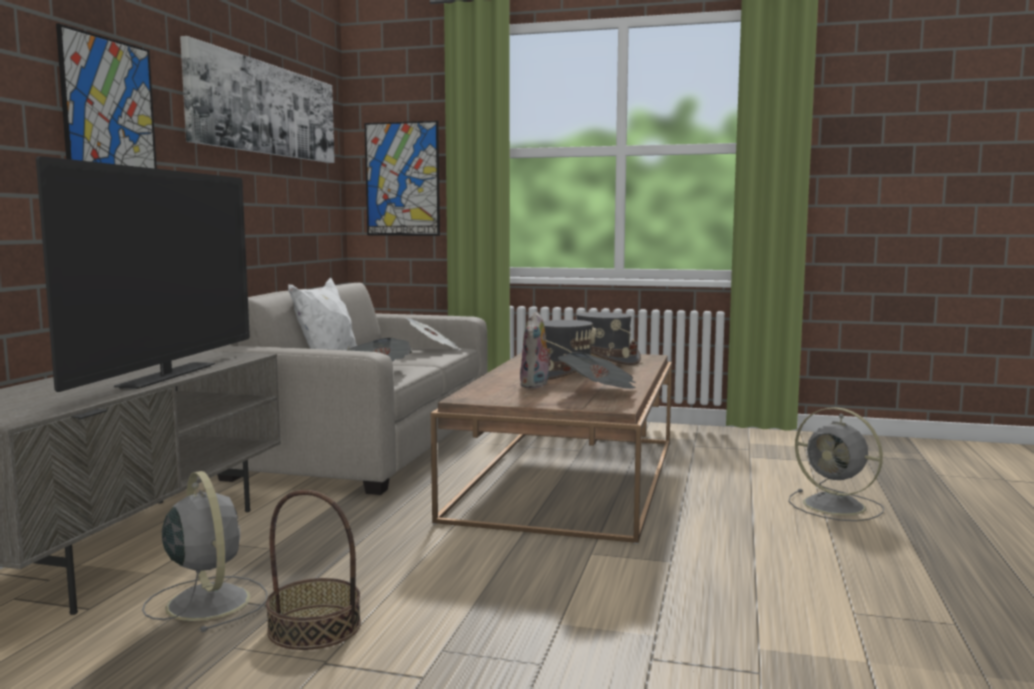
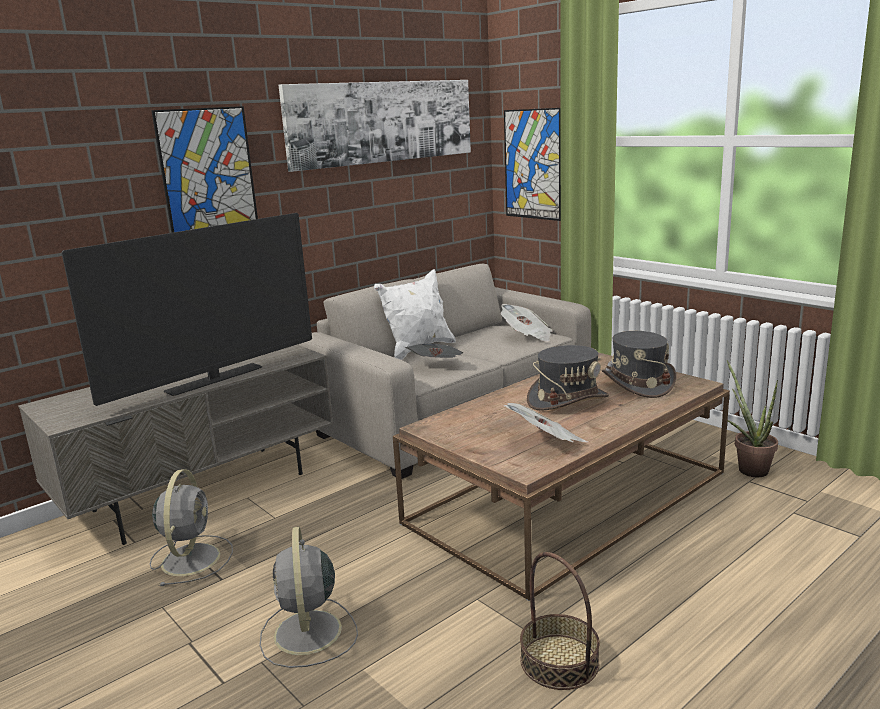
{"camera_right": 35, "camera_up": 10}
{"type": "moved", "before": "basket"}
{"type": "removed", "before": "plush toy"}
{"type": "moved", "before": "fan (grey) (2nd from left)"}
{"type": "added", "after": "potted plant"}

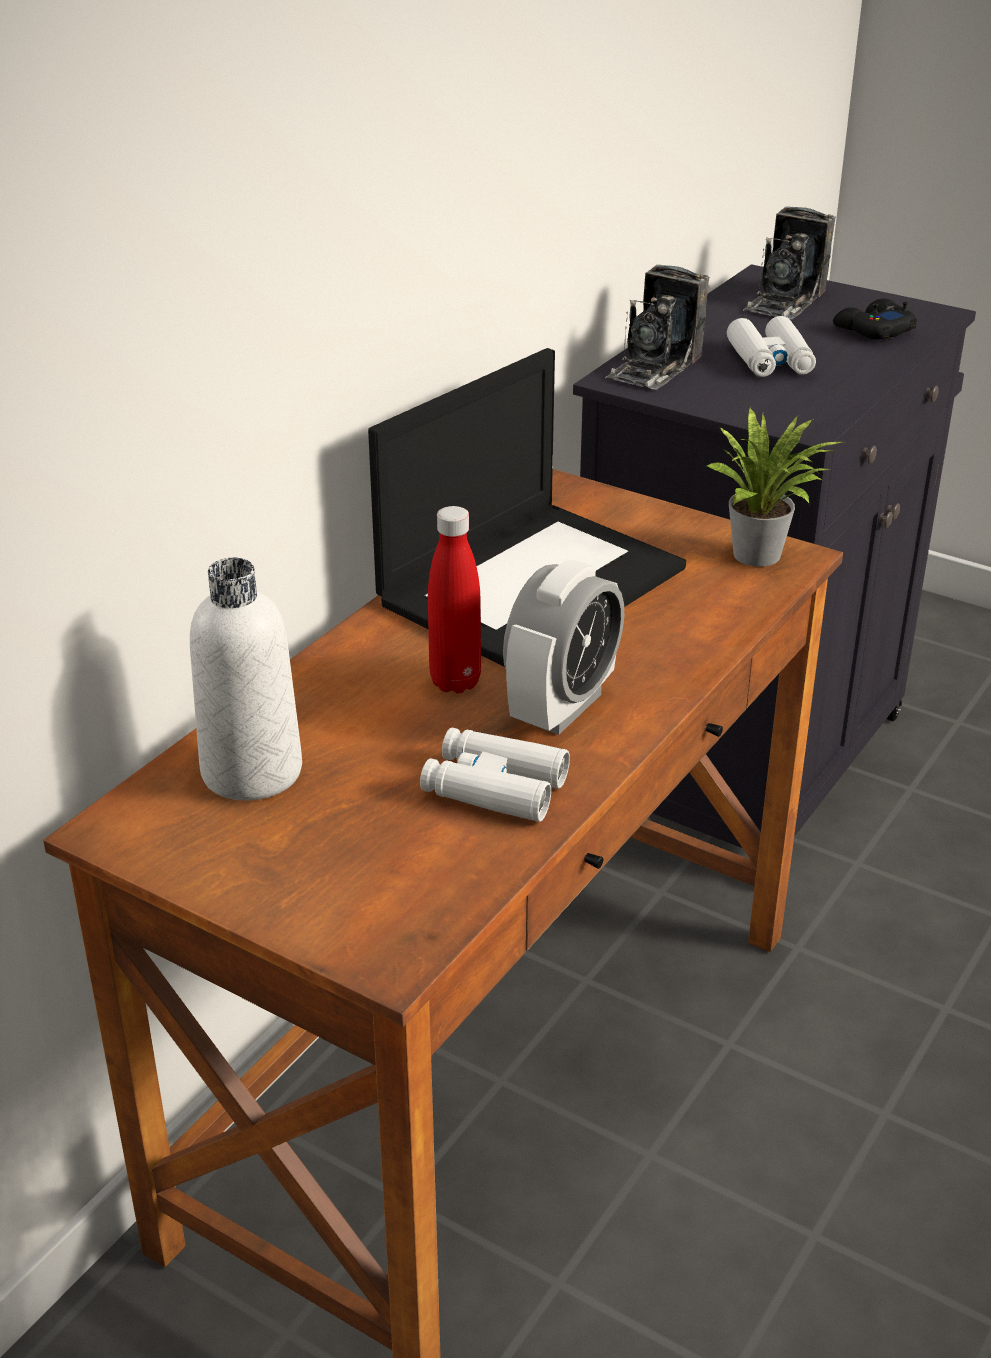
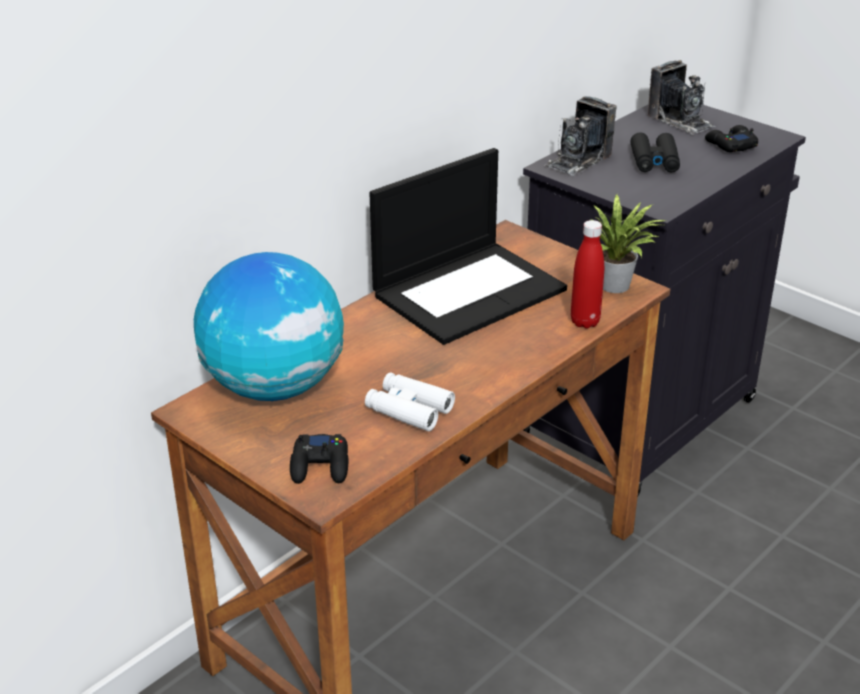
{"camera_right": 10, "camera_up": 0}
{"type": "replaced", "before": "bottle (white)", "after": "globe"}
{"type": "moved", "before": "bottle (red)"}
{"type": "removed", "before": "alarm clock"}
{"type": "recoloured", "before": "binoculars (white) (2nd from left)", "after": "binoculars (black)"}
{"type": "turned", "before": "photo camera (2nd from left)", "turn": -75}
{"type": "added", "after": "game controller (black) (1st from left)"}

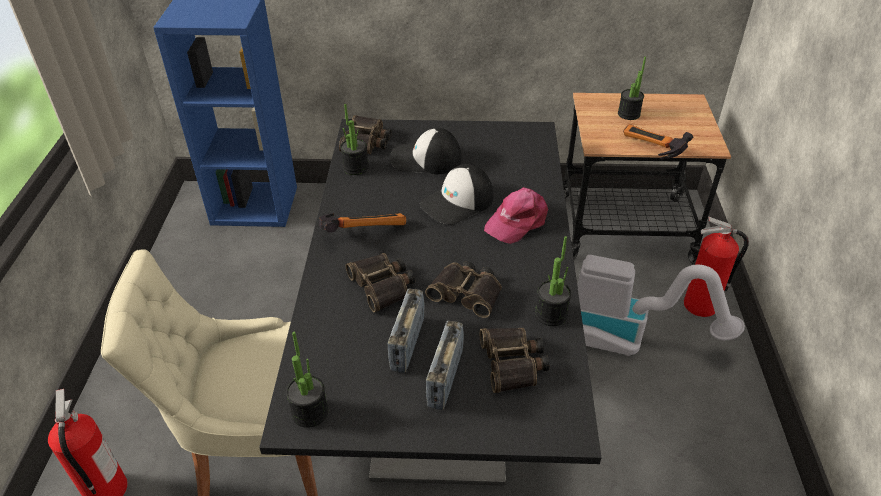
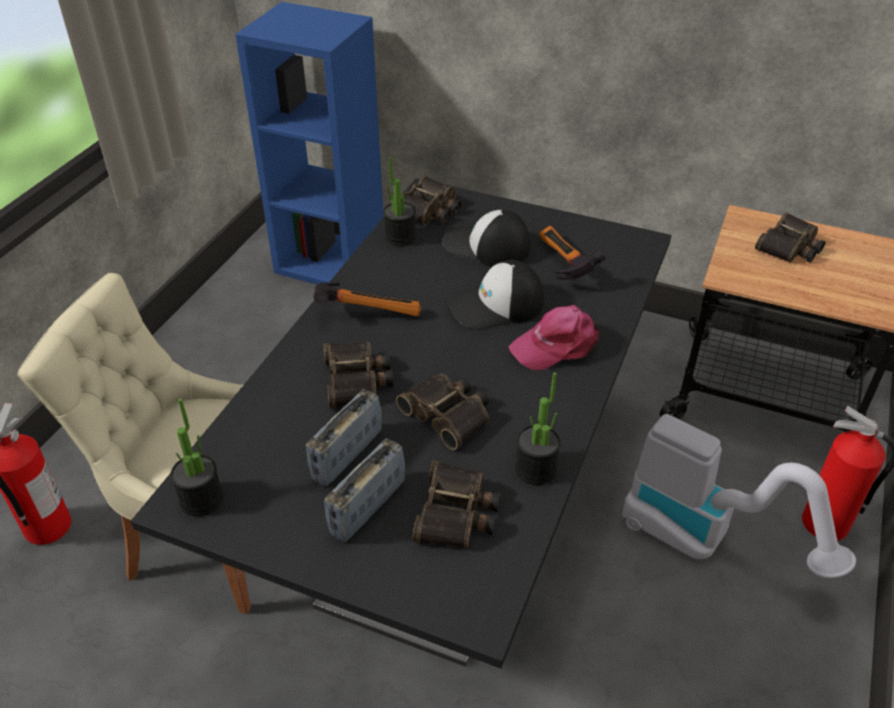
{"camera_right": 20, "camera_up": 0}
{"type": "replaced", "before": "potted plant (4th from left)", "after": "binoculars (5th from left)"}
{"type": "moved", "before": "hammer (2nd from left)"}

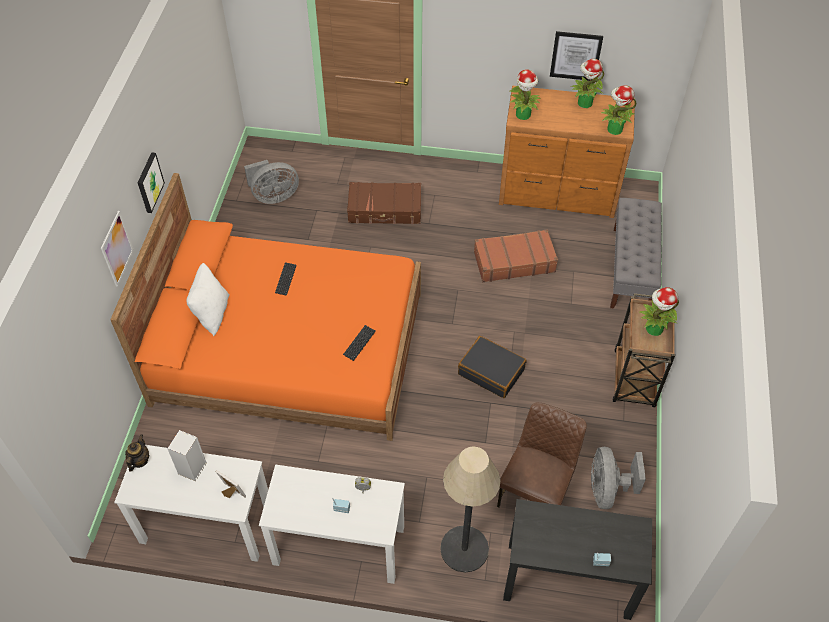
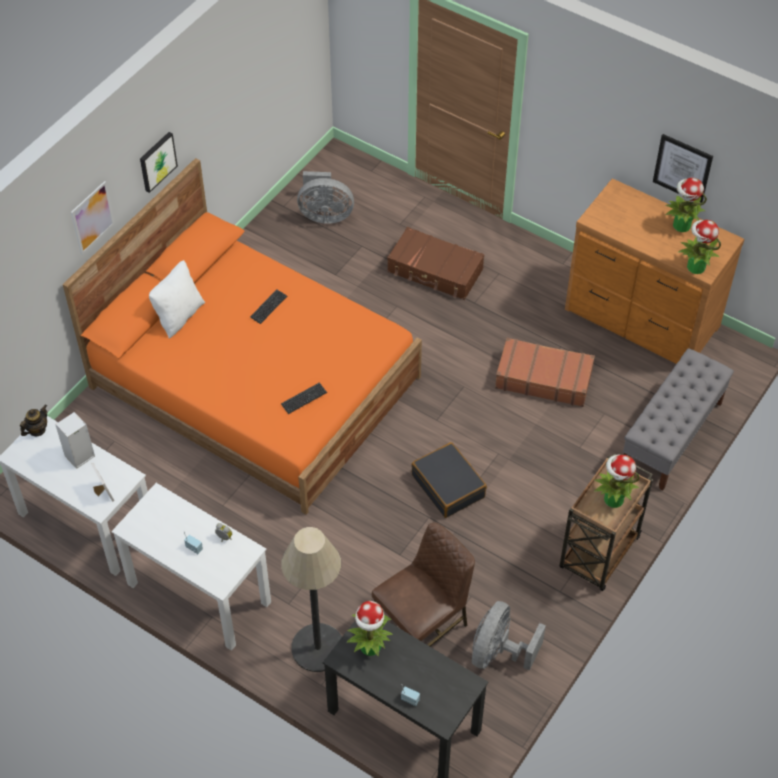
{"camera_right": 25, "camera_up": 0}
{"type": "moved", "before": "potted plant (1st from left)"}

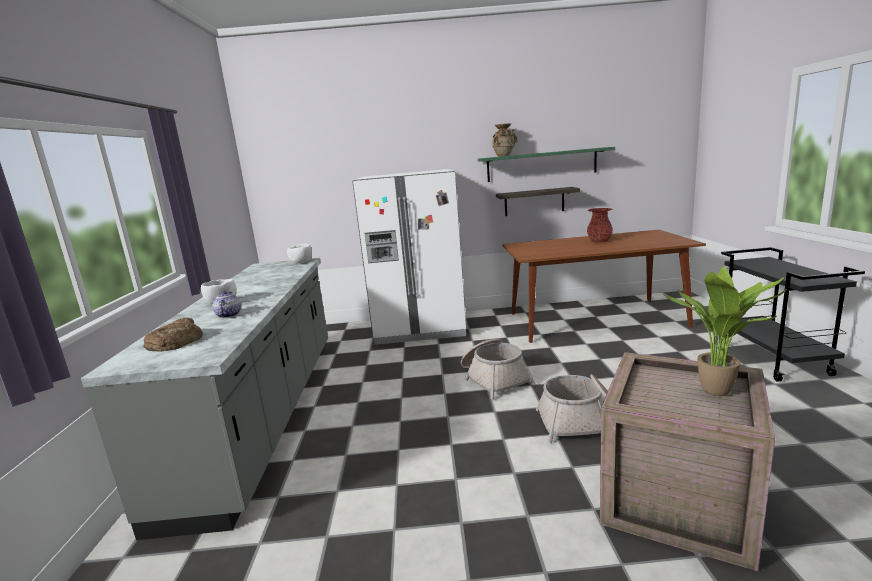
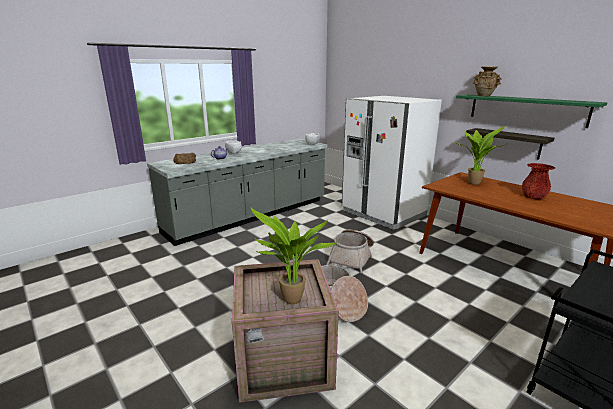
{"camera_right": 50, "camera_up": 5}
{"type": "added", "after": "potted plant (2nd from left)"}

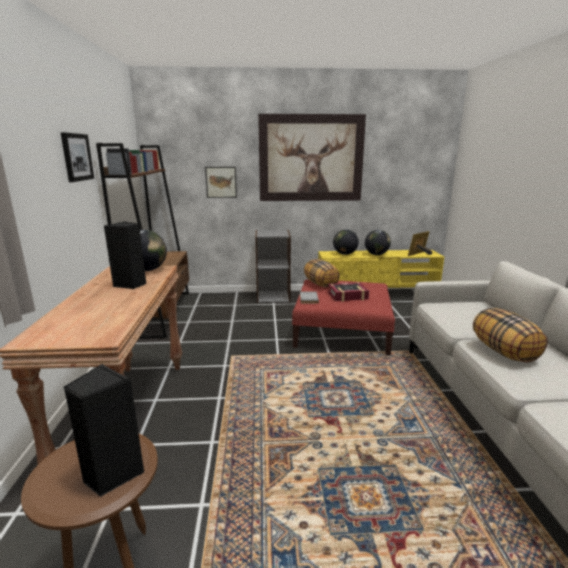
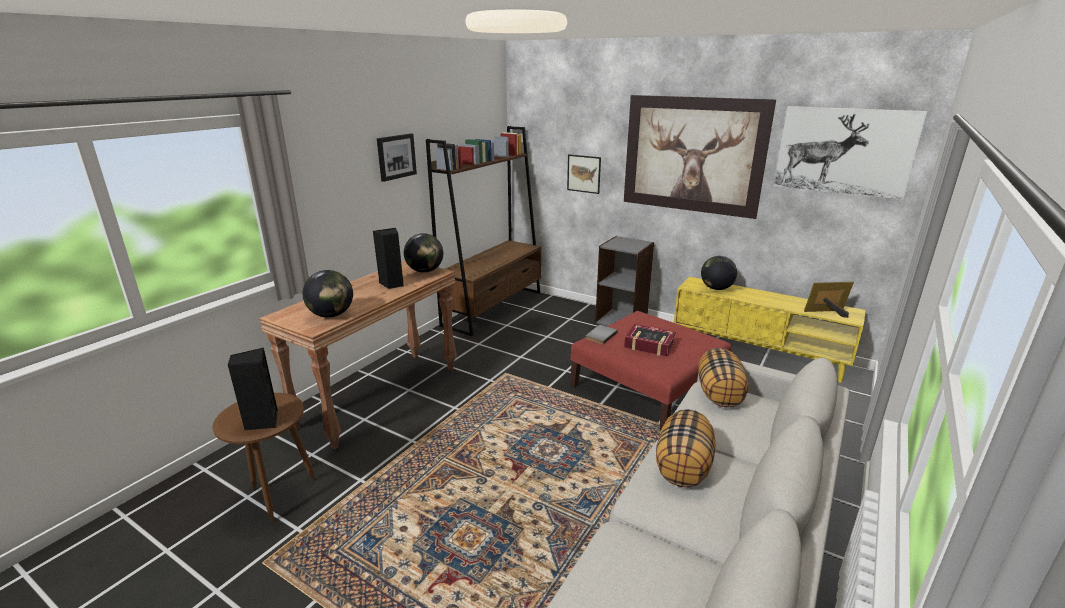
{"camera_right": 35, "camera_up": 5}
{"type": "moved", "before": "pillow (1st from left in the first image)", "after": "pillow (2nd from left)"}
{"type": "moved", "before": "globe (3rd from left in the first image)", "after": "globe (1st from left)"}
{"type": "added", "after": "picture (4th from left)"}

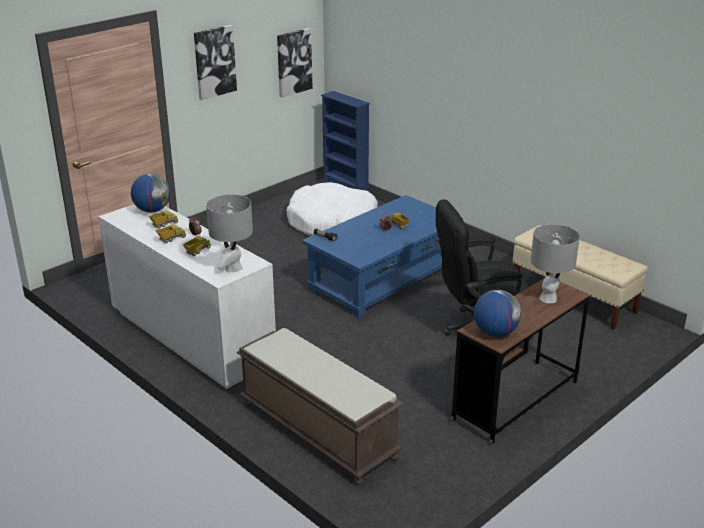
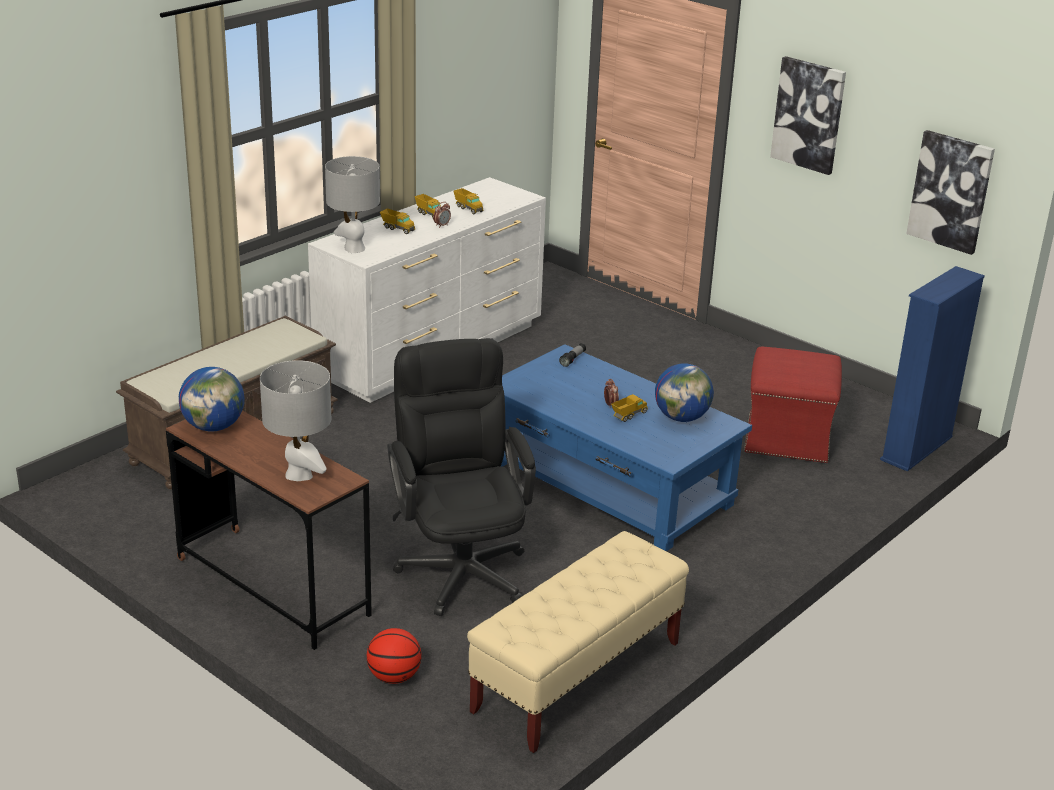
{"camera_right": 85, "camera_up": 0}
{"type": "moved", "before": "globe (1st from left in the first image)", "after": "globe (2nd from left)"}
{"type": "replaced", "before": "dog bed (white)", "after": "ottoman (red)"}
{"type": "added", "after": "basketball"}

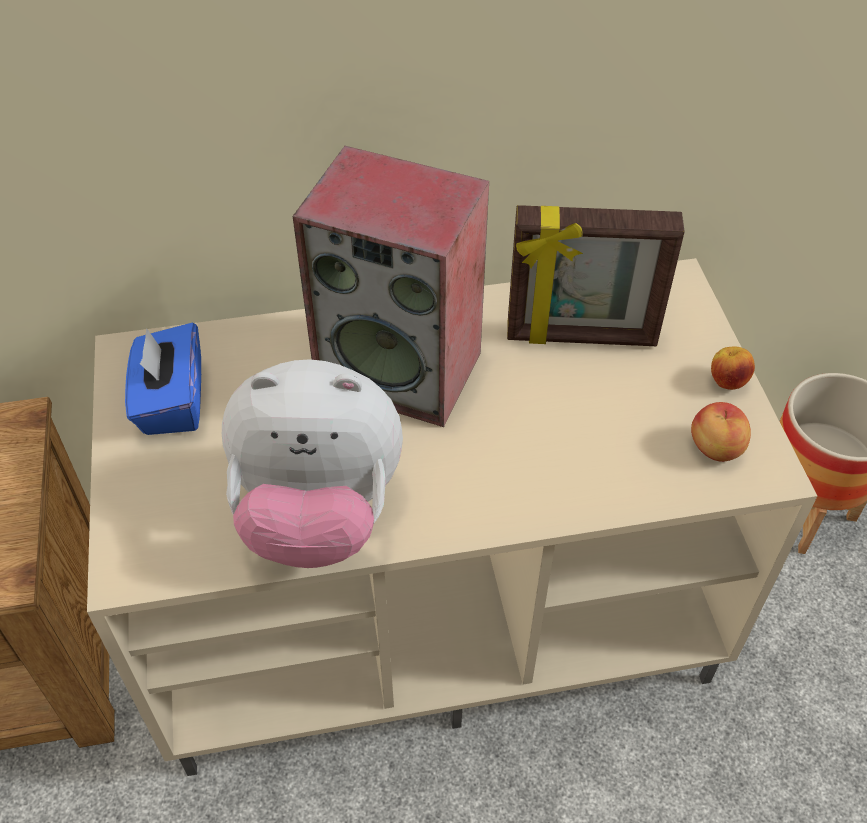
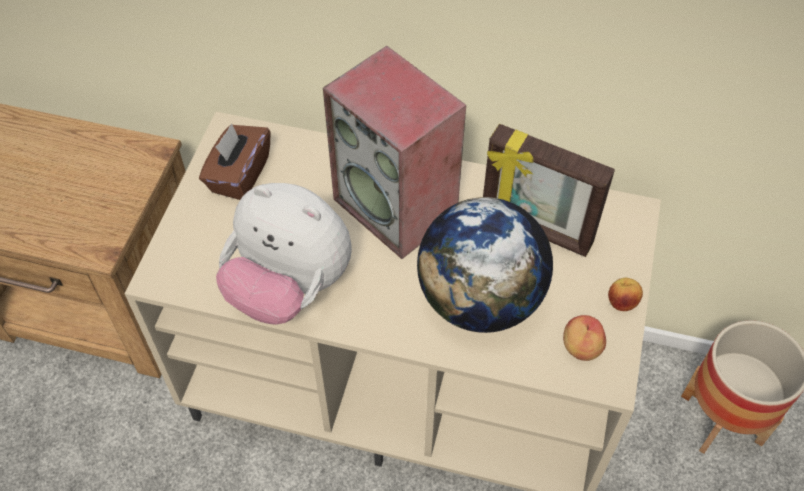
{"camera_right": 25, "camera_up": 5}
{"type": "recoloured", "before": "tissue box (blue)", "after": "tissue box (brown)"}
{"type": "added", "after": "globe"}

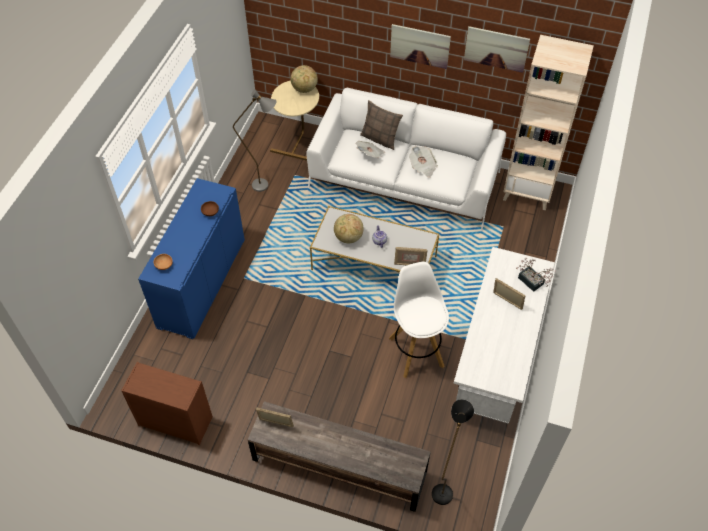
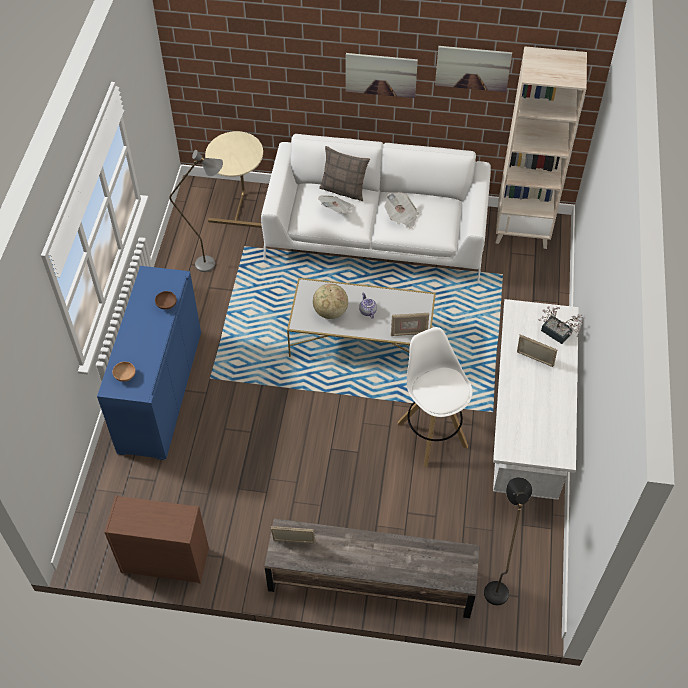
{"camera_right": -10, "camera_up": 0}
{"type": "removed", "before": "globe (1st from left)"}

